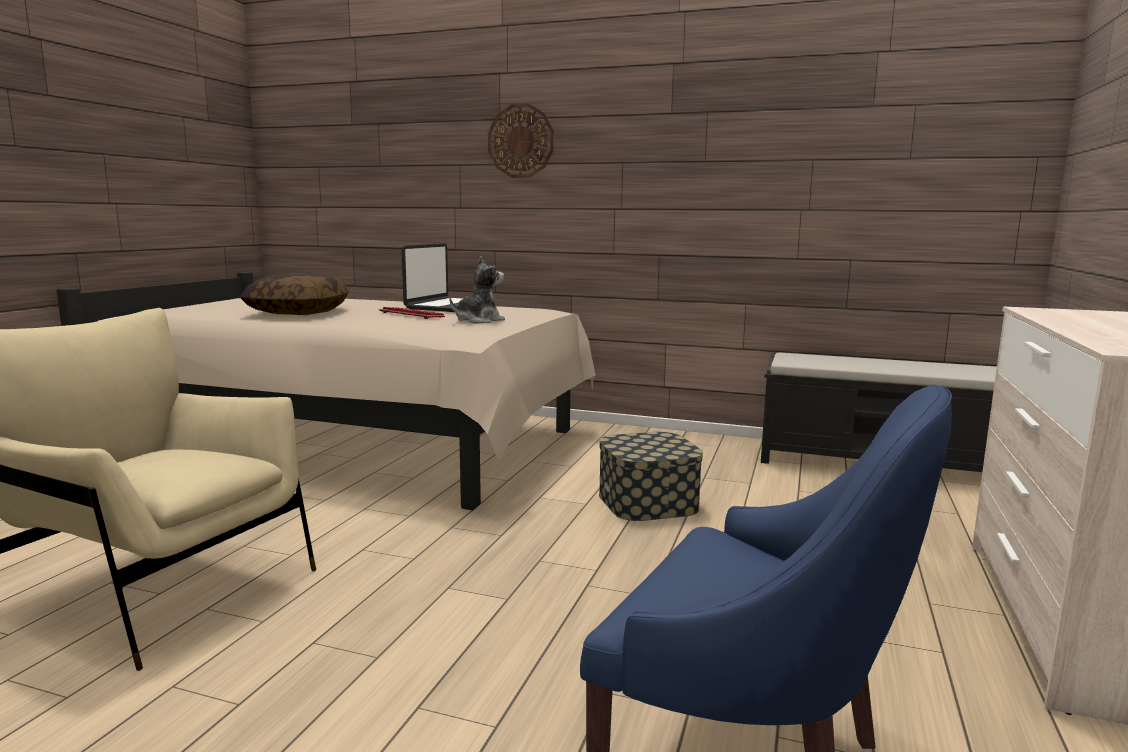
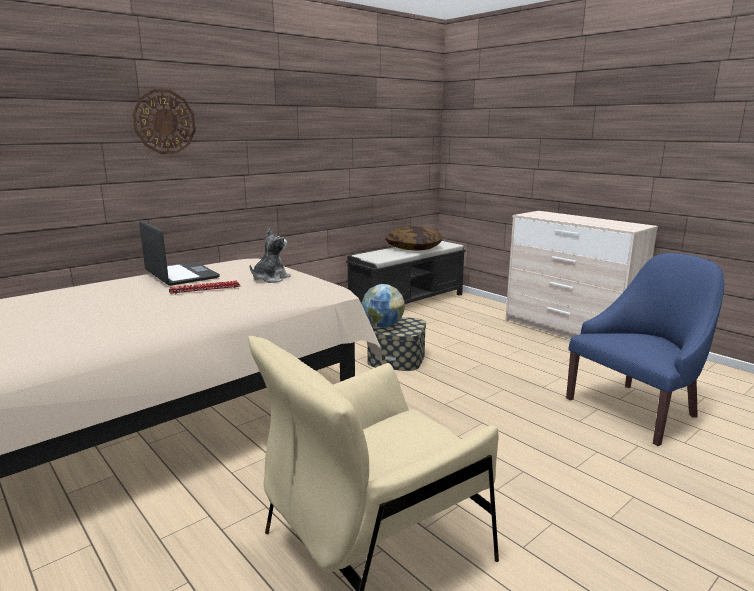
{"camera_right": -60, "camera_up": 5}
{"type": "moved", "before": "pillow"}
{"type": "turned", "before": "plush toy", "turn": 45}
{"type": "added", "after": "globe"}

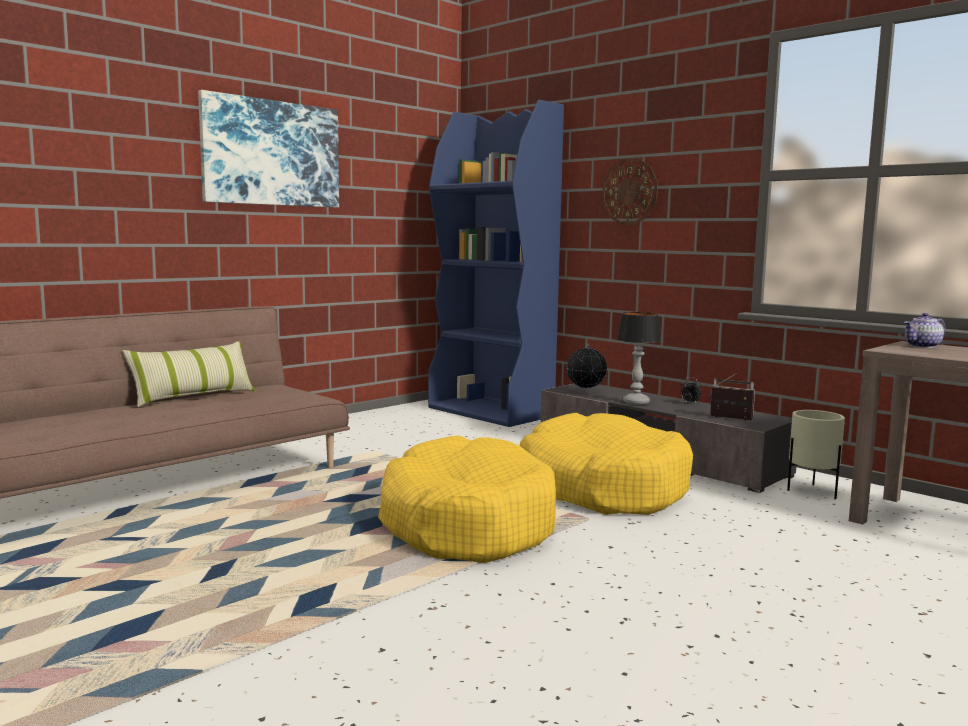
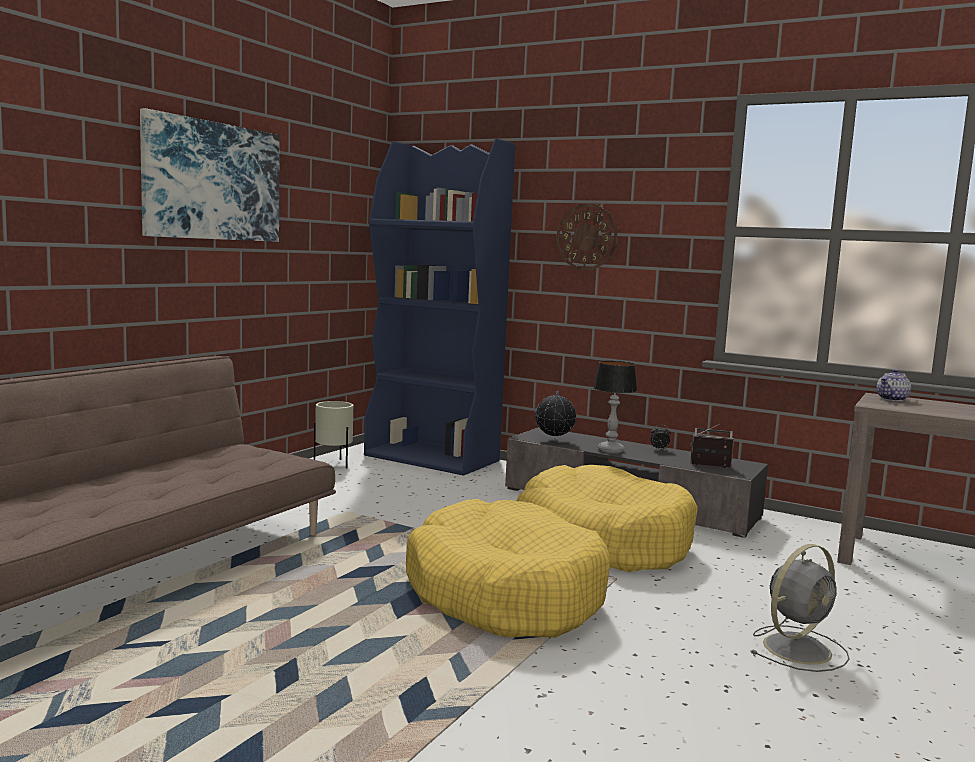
{"camera_right": -15, "camera_up": 0}
{"type": "removed", "before": "pillow"}
{"type": "moved", "before": "planter (beige)"}
{"type": "added", "after": "fan (grey)"}

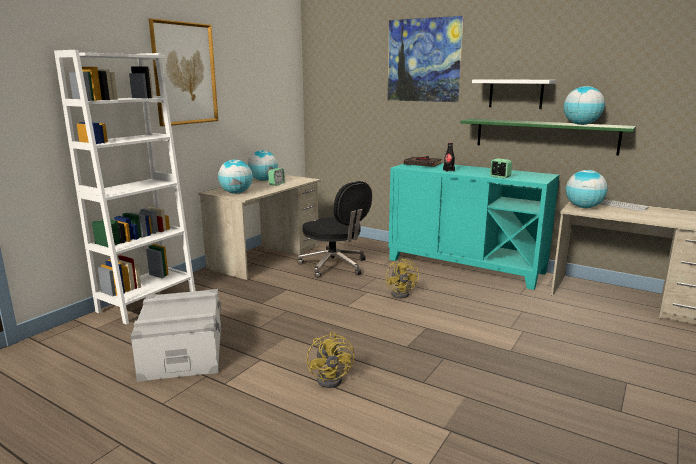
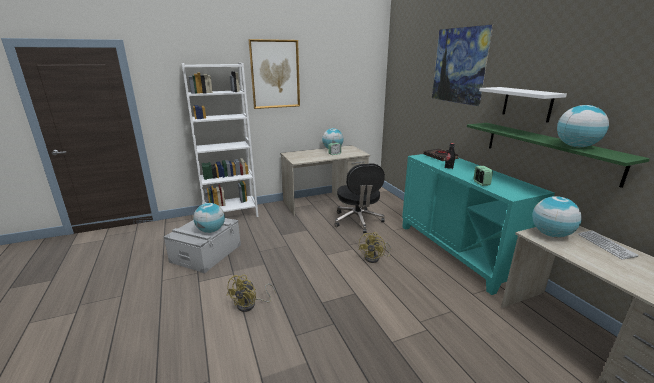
{"camera_right": 35, "camera_up": 5}
{"type": "moved", "before": "globe (1st from left)"}

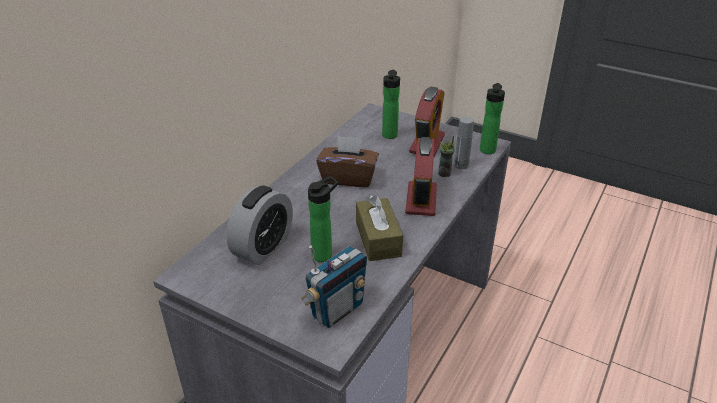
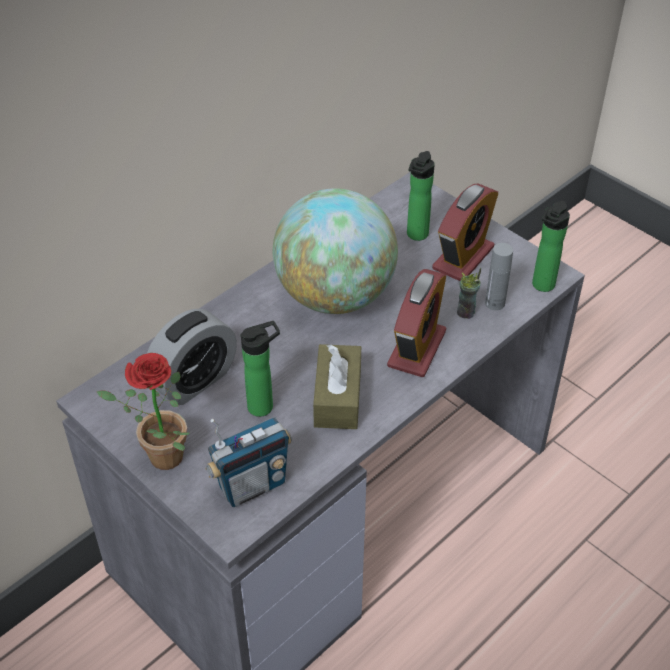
{"camera_right": 15, "camera_up": 10}
{"type": "replaced", "before": "tissue box (brown) (1st from left)", "after": "globe"}
{"type": "added", "after": "potted plant"}

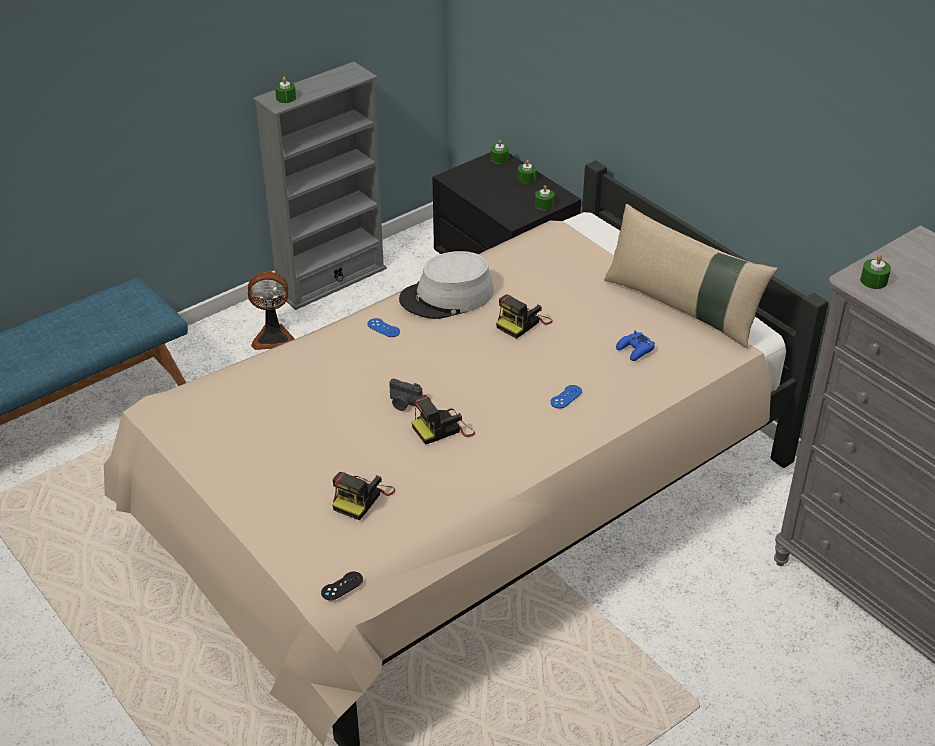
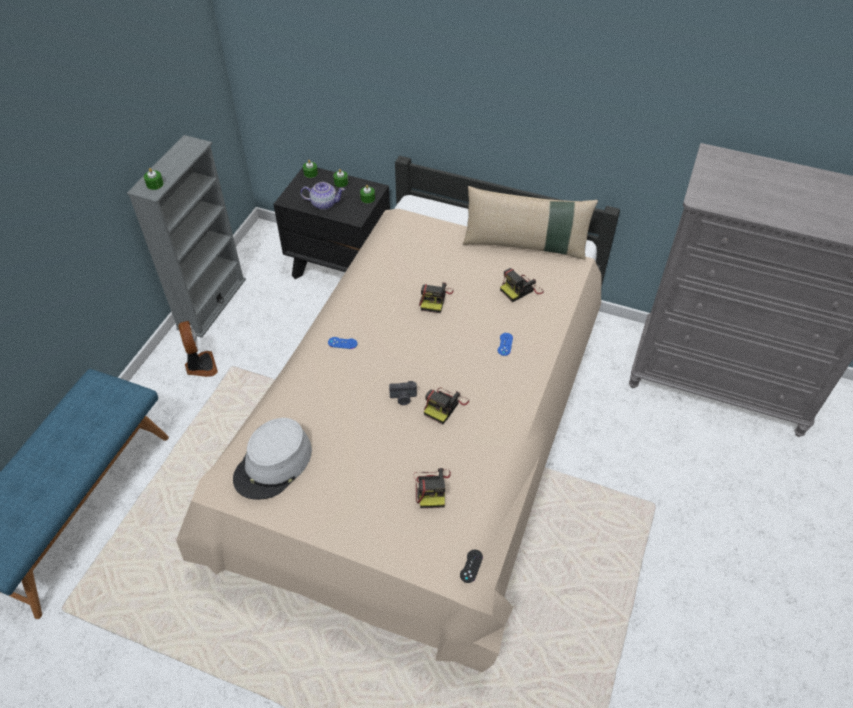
{"camera_right": -30, "camera_up": 10}
{"type": "turned", "before": "fan", "turn": -75}
{"type": "moved", "before": "hat (grey)"}
{"type": "replaced", "before": "game controller (blue) (3rd from left)", "after": "photo camera (5th from left)"}
{"type": "removed", "before": "candle (green) (5th from left)"}
{"type": "added", "after": "teapot"}

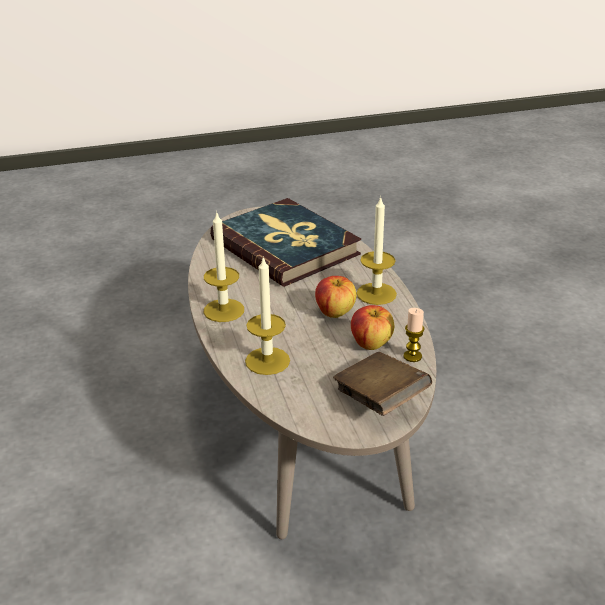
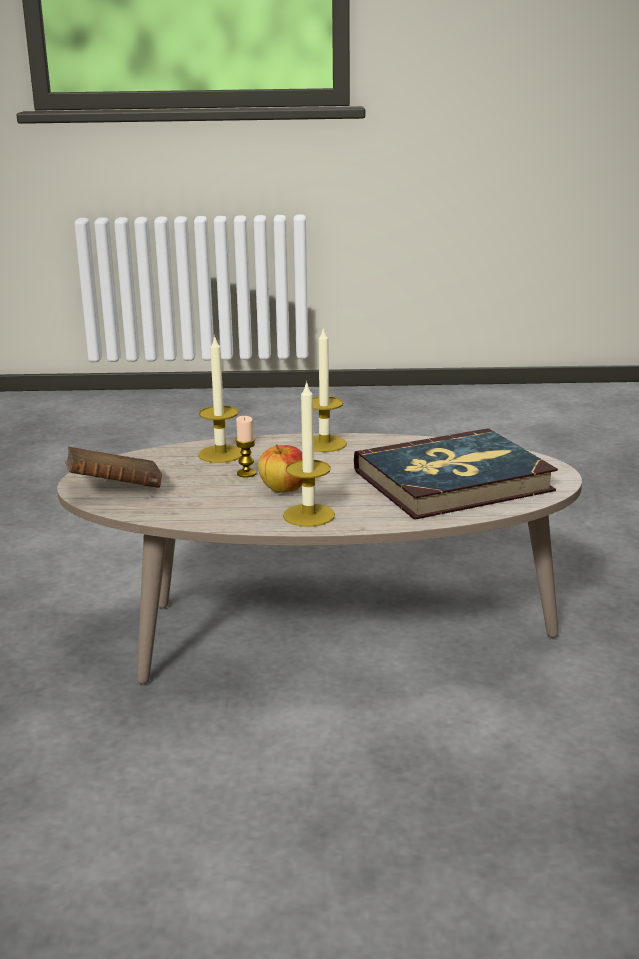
{"camera_right": 105, "camera_up": -10}
{"type": "removed", "before": "apple (2nd from left)"}
{"type": "moved", "before": "candle (4th from left in the first image)", "after": "candle (2nd from left)"}

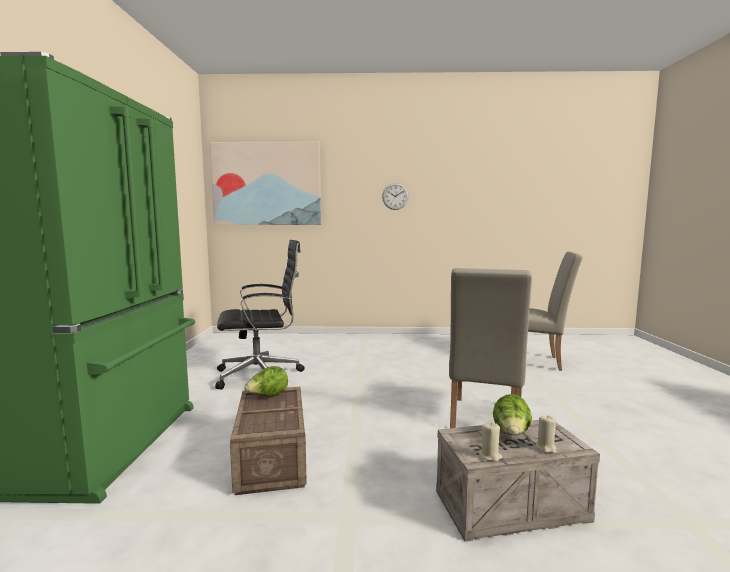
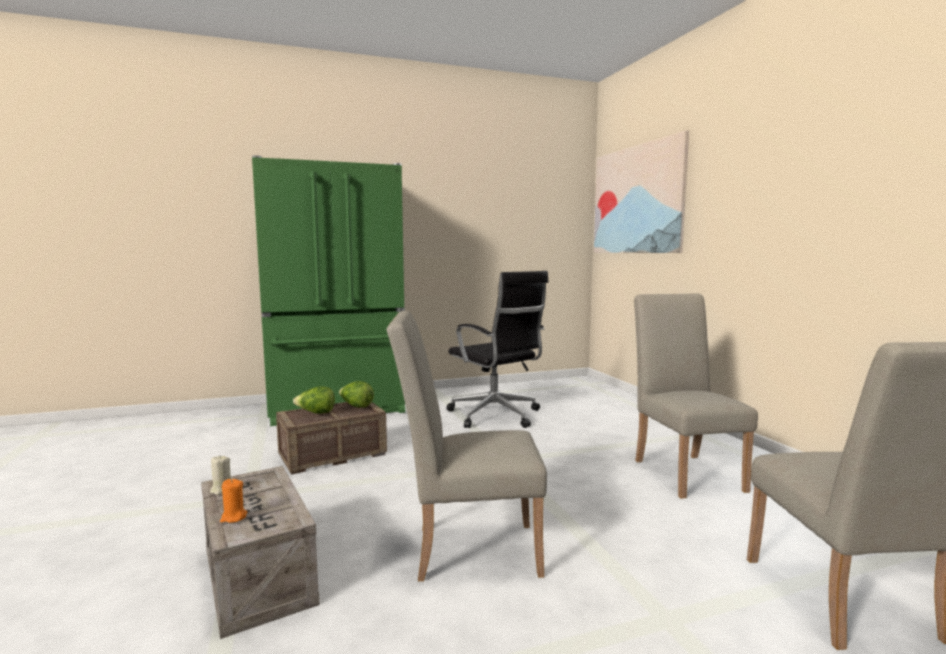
{"camera_right": 70, "camera_up": 0}
{"type": "removed", "before": "wall clock"}
{"type": "moved", "before": "lettuce (2nd from left in the first image)", "after": "lettuce (1st from left)"}
{"type": "recoloured", "before": "candle (beige) (2nd from left)", "after": "candle (orange)"}
{"type": "added", "after": "chair (beige) (2nd from left)"}

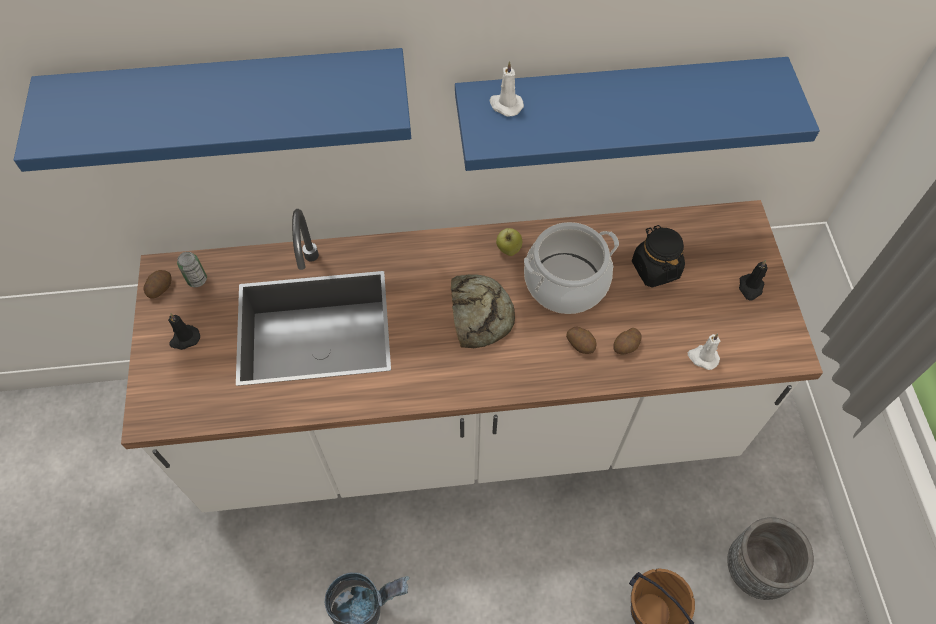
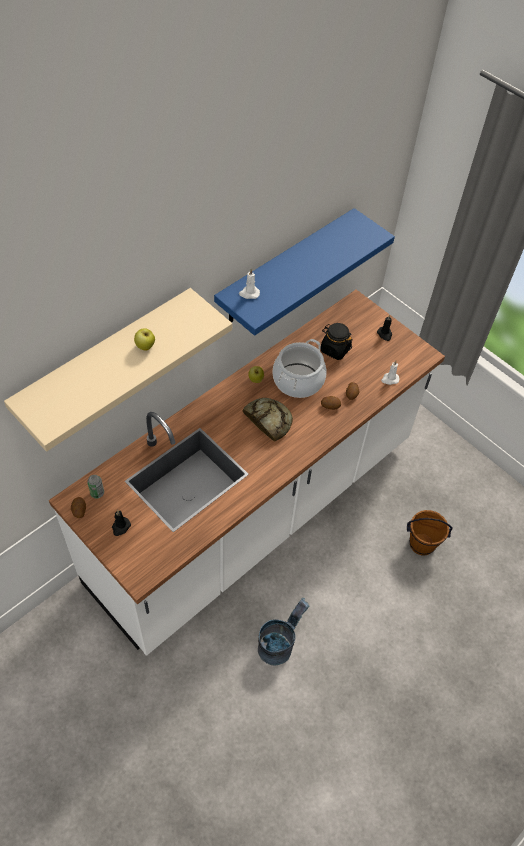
{"camera_right": -40, "camera_up": -5}
{"type": "recoloured", "before": "shelf (blue) (1st from left)", "after": "shelf (beige)"}
{"type": "removed", "before": "planter (grey)"}
{"type": "added", "after": "apple (1st from left)"}

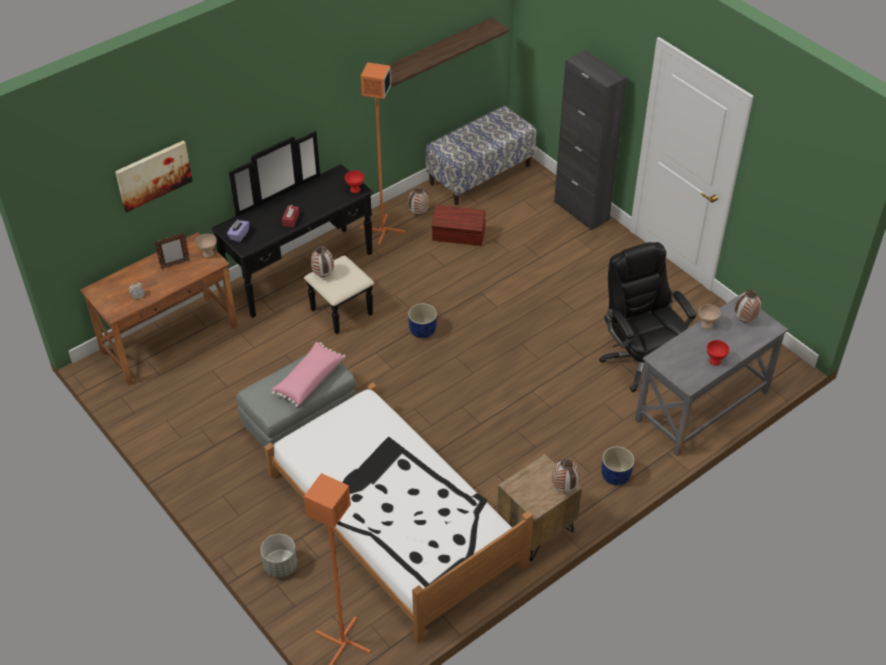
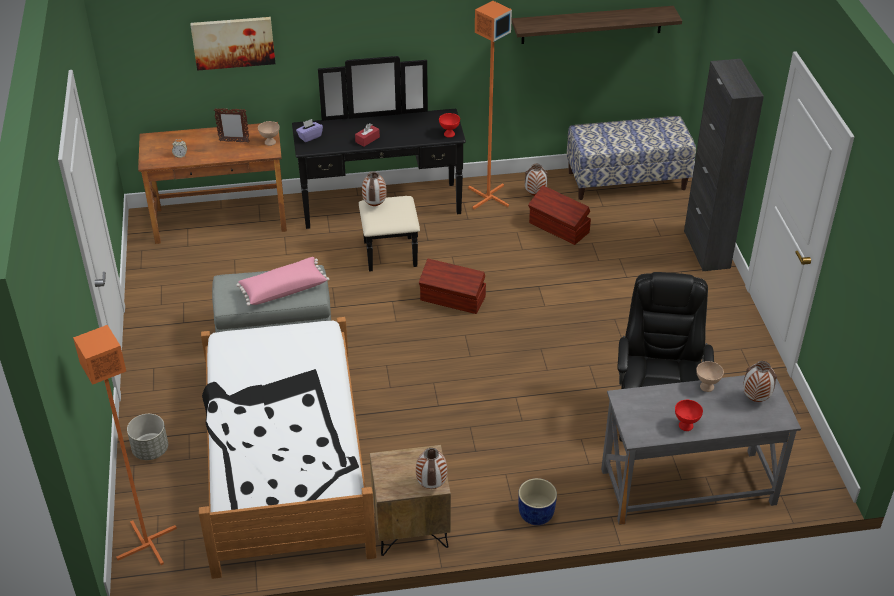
{"camera_right": 30, "camera_up": -5}
{"type": "replaced", "before": "planter (blue) (1st from left)", "after": "storage box (brown) (1st from left)"}

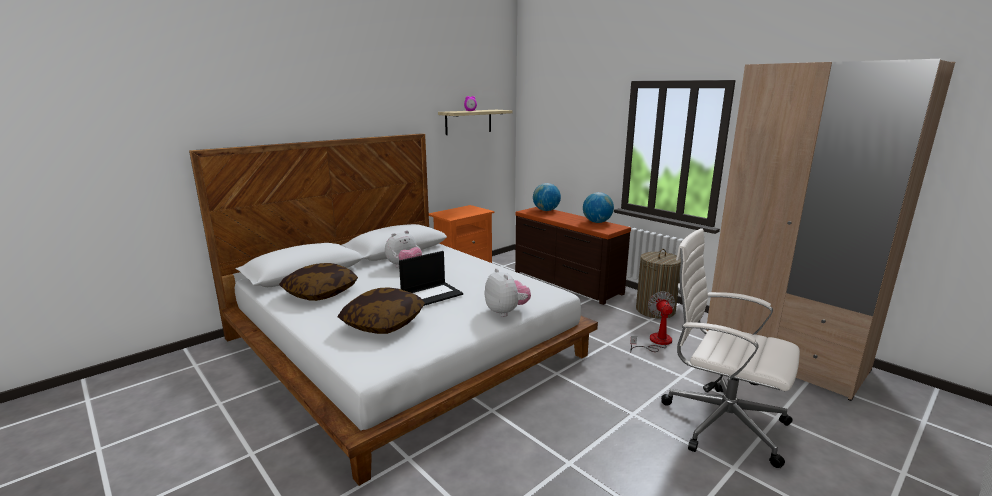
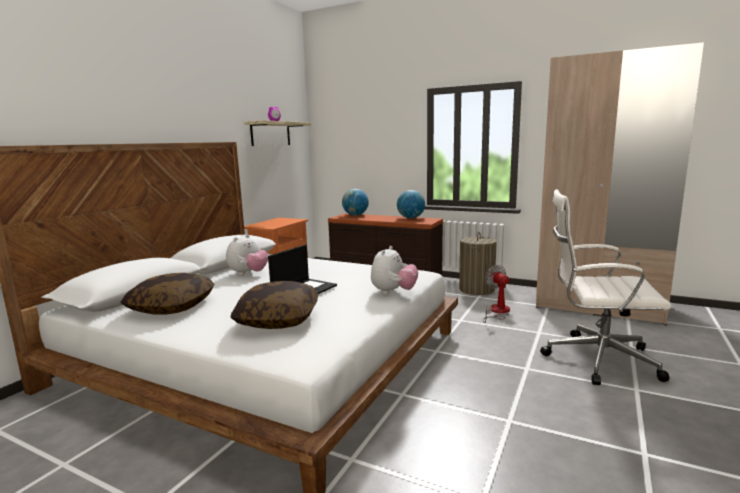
{"camera_right": -20, "camera_up": -5}
{"type": "turned", "before": "plush toy (2nd from left)", "turn": 75}

